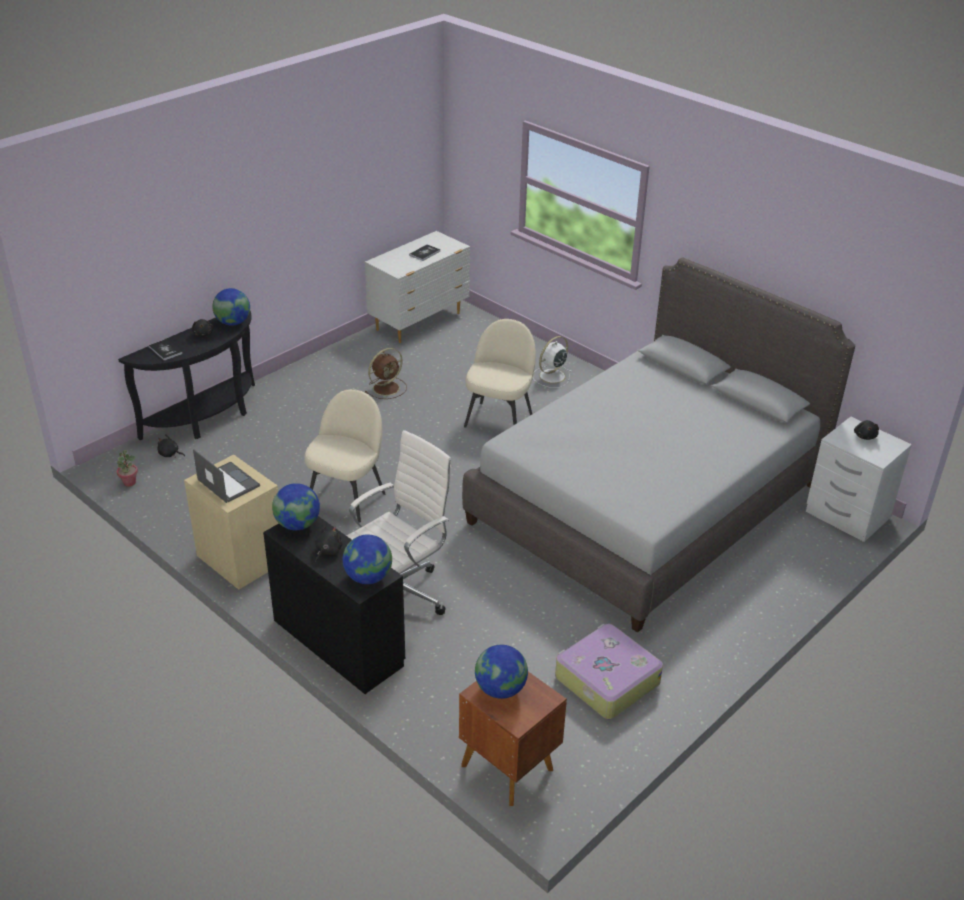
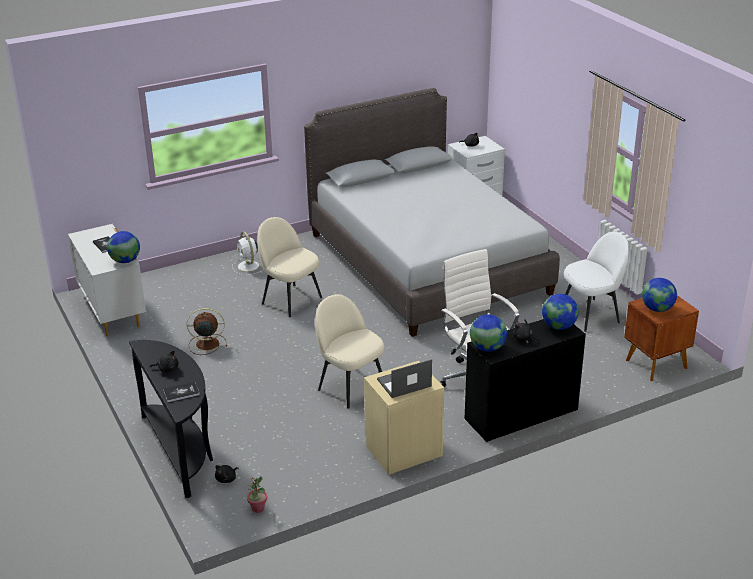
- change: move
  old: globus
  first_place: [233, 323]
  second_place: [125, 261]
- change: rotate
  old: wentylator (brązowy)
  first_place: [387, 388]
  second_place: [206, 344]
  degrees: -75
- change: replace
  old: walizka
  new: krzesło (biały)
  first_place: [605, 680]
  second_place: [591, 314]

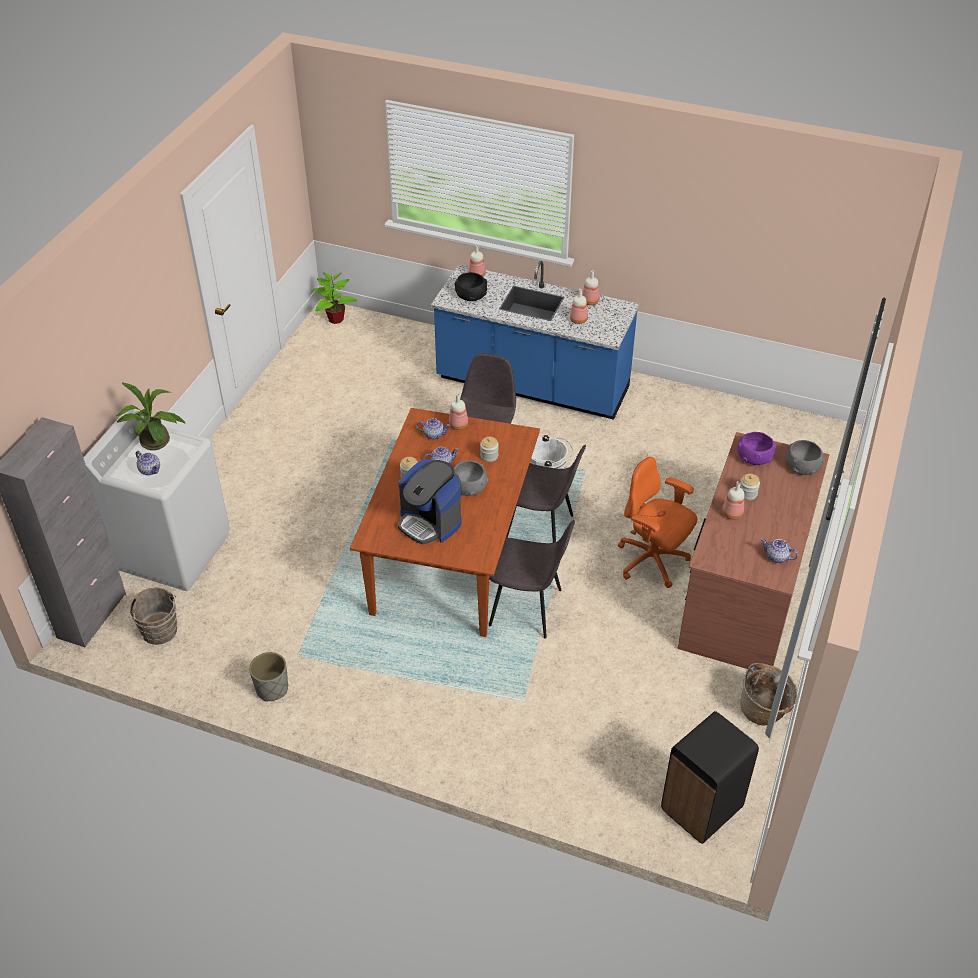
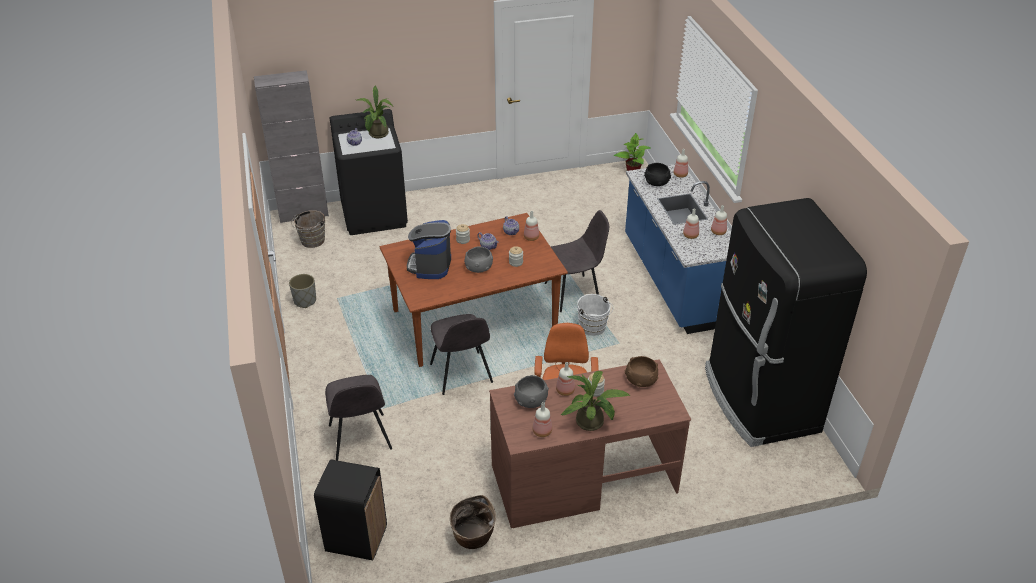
- change: recolor
  old: pralka (biały)
  new: pralka (czarny)
  first_place: [172, 550]
  second_place: [374, 214]
- change: move
  old: krzesło (szary)
  first_place: [540, 531]
  second_place: [360, 439]
- change: recolor
  old: miska (fioletowy)
  new: miska (brązowy)
  first_place: [754, 457]
  second_place: [640, 379]
- change: replace
  old: imbryk
  new: butelka
  first_place: [777, 557]
  second_place: [541, 432]
- change: move
  old: miska (szary)
  first_place: [803, 466]
  second_place: [531, 399]
- change: insert
  new: roślina doniczkowa
  second_place: [593, 423]
- change: insert
  new: lodówka (czarny)
  second_place: [759, 400]

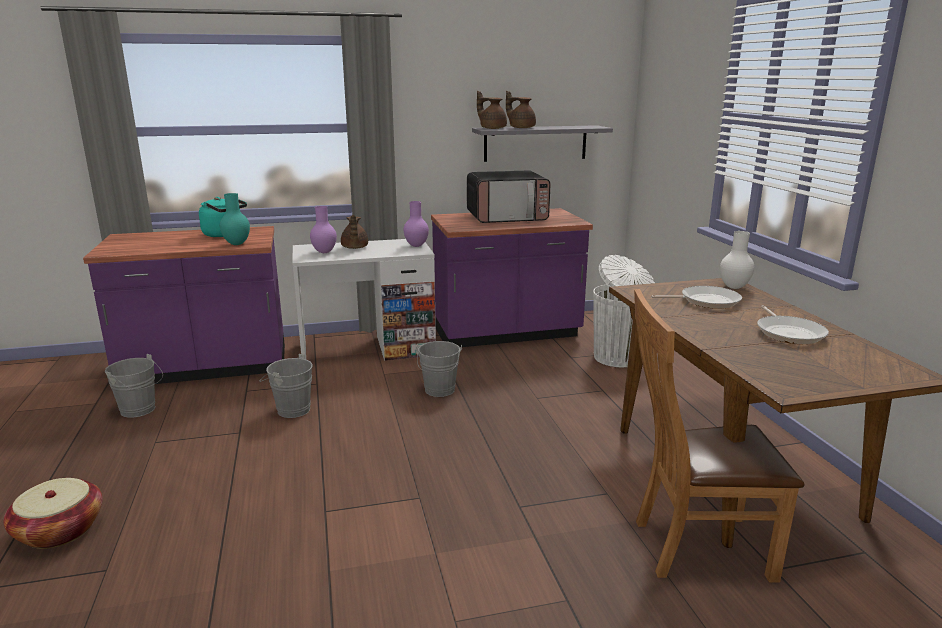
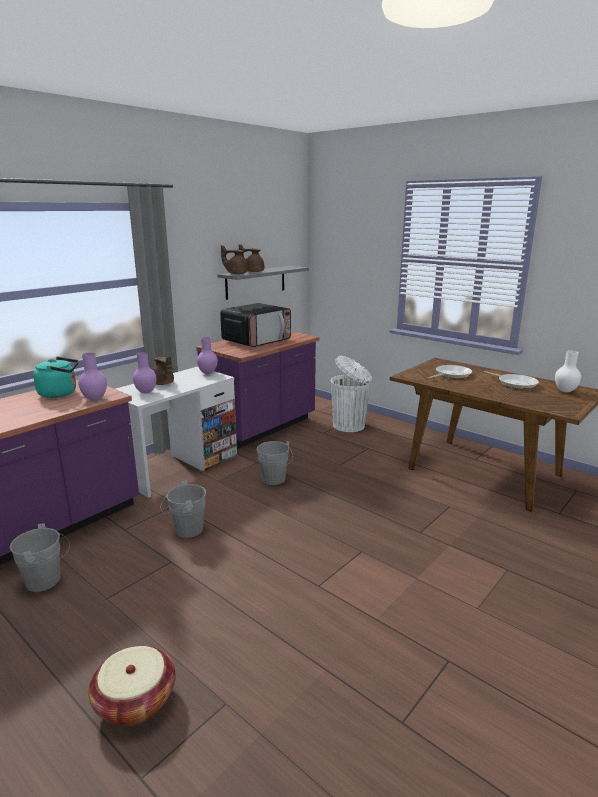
- change: recolor
  old: wazon (turkusowy)
  new: wazon (fioletowy)
  first_place: [237, 244]
  second_place: [95, 399]
- change: delete
  old: krzesło (brązowy)
  first_place: [693, 547]
- change: move
  old: wazon (biały)
  first_place: [735, 287]
  second_place: [565, 391]

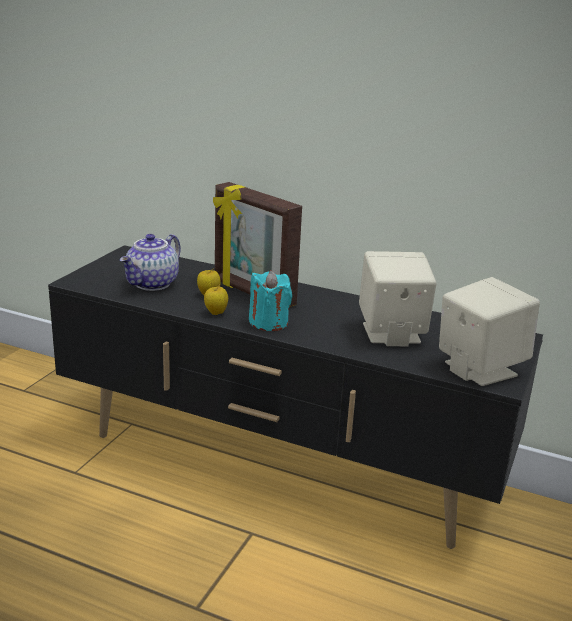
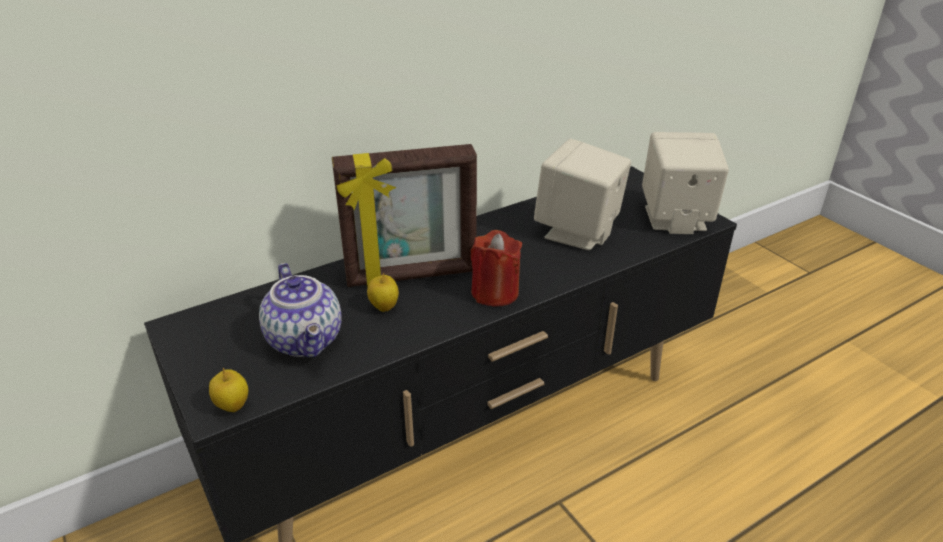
- change: move
  old: jabłko
  first_place: [216, 313]
  second_place: [232, 407]
- change: recolor
  old: świeca (turkusowy)
  new: świeca (czerwony)
  first_place: [268, 322]
  second_place: [495, 293]

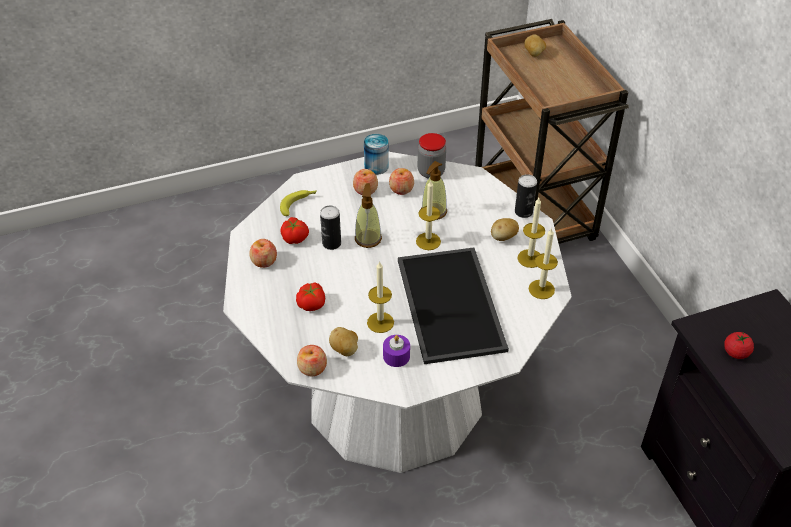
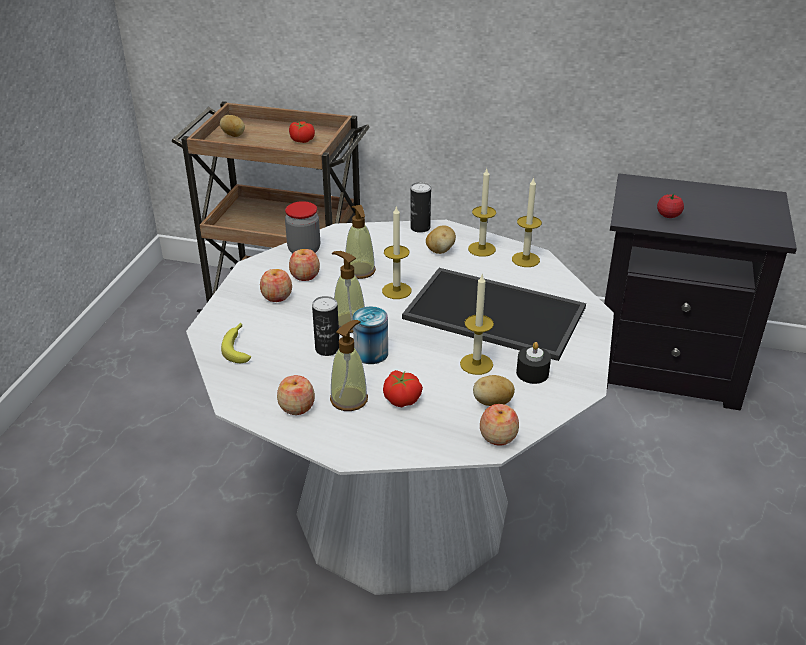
- change: move
  old: pomidor
  first_place: [295, 237]
  second_place: [302, 140]
- change: move
  old: puszka
  first_place: [376, 166]
  second_place: [371, 353]
- change: recolor
  old: świeca (fioletowy)
  new: świeca (czarny)
  first_place: [396, 356]
  second_place: [532, 373]
- change: insert
  new: dozownik mydła
  second_place: [349, 399]

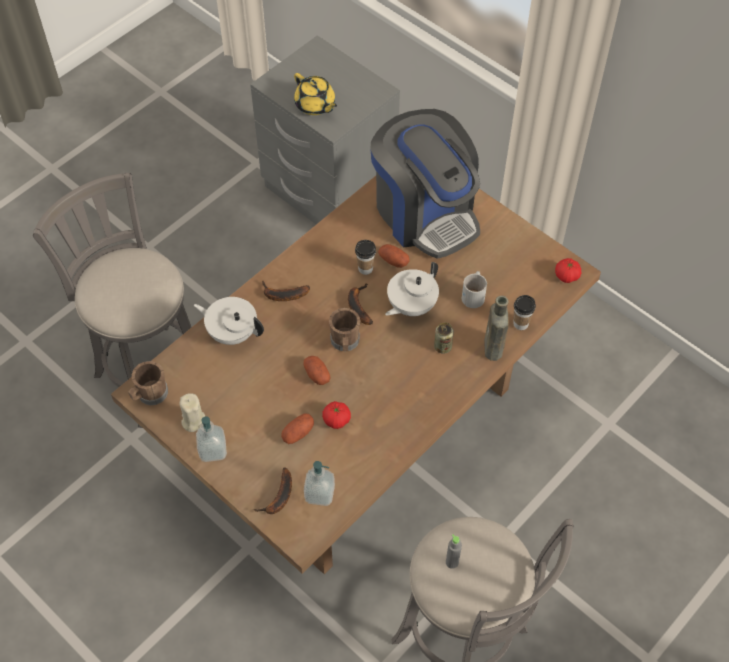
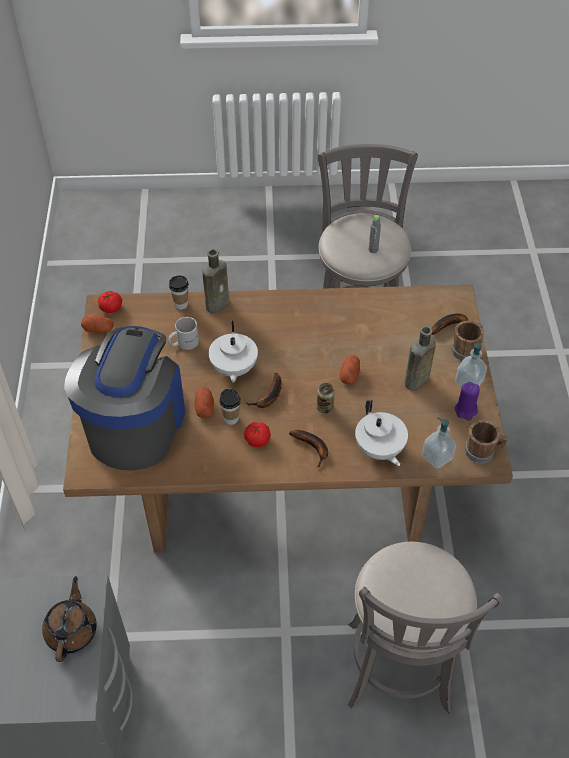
- change: recolor
  old: świeca (beżowy)
  new: świeca (fioletowy)
  first_place: [193, 420]
  second_place: [465, 410]
- change: move
  old: ziemniak
  first_place: [298, 433]
  second_place: [98, 329]
- change: recolor
  old: imbryk (żółty)
  new: imbryk (brązowy)
  first_place: [315, 105]
  second_place: [72, 630]
- change: move
  old: dozownik mydła
  first_place: [319, 494]
  second_place: [437, 457]
- change: move
  old: pomidor
  first_place: [336, 420]
  second_place: [257, 440]
- change: move
  old: kubek (brązowy)
  first_place: [345, 342]
  second_place: [466, 349]
- change: rotate
  old: imbryk (biały)
  first_place: [411, 306]
  second_place: [233, 369]
  degrees: 90
- change: move
  old: puszka
  first_place: [442, 347]
  second_place: [325, 407]
- change: insert
  new: butelka (brązowy)
  second_place: [415, 382]

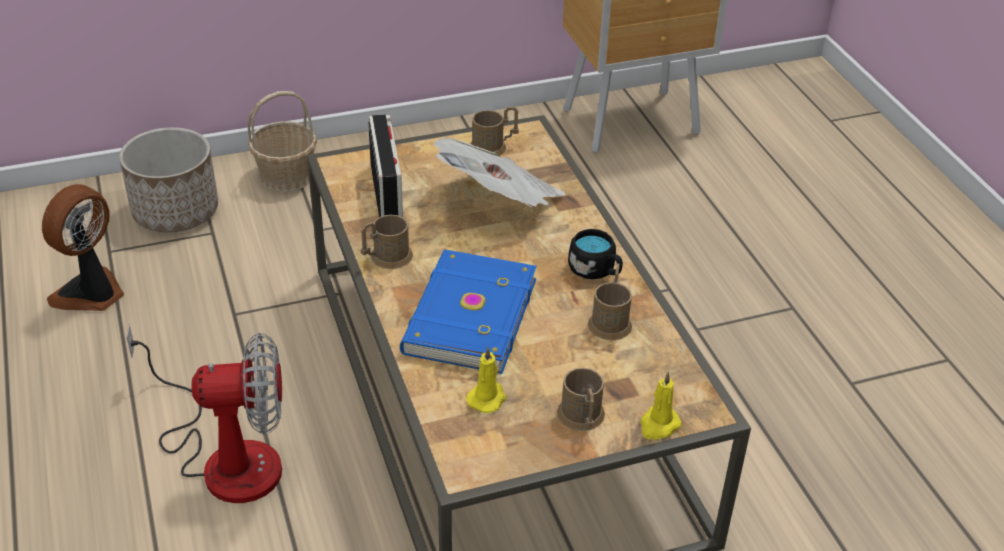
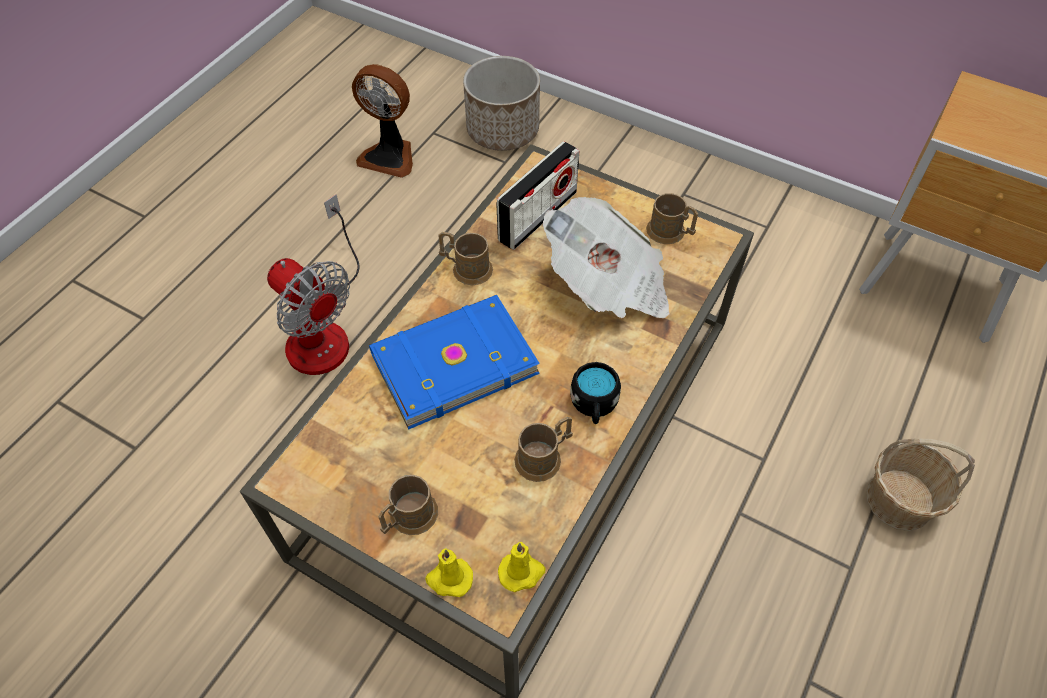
- change: rotate
  old: wentylator
  first_place: [92, 293]
  second_place: [390, 156]
  degrees: -150
- change: move
  old: koszyk
  first_place: [287, 176]
  second_place: [899, 500]
- change: move
  old: świeca (żółty)
  first_place: [487, 398]
  second_place: [522, 572]

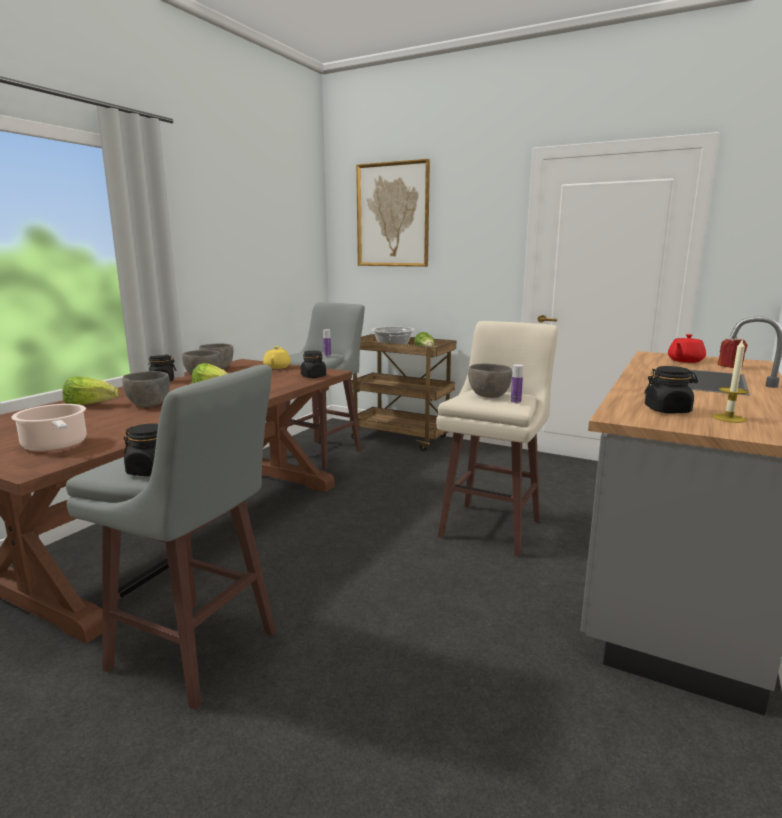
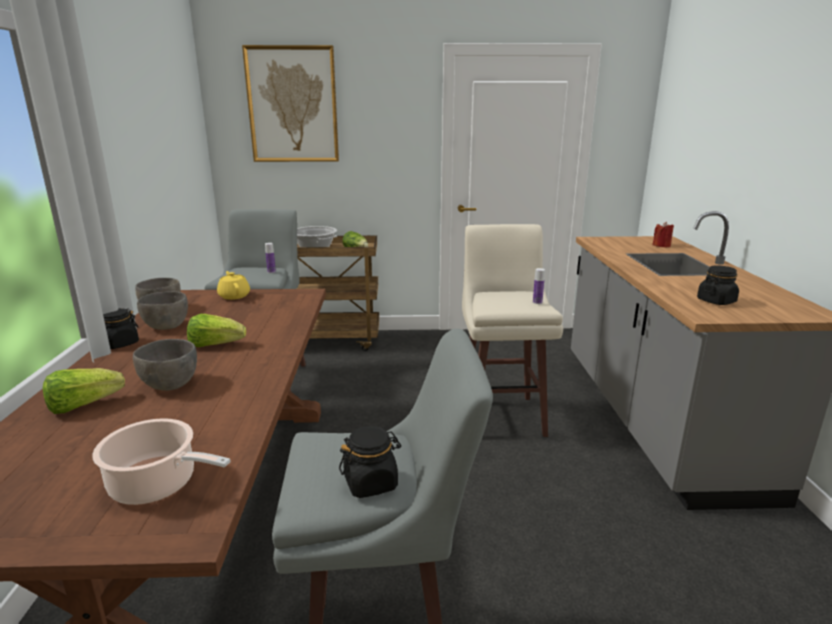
- change: delete
  old: słoik (czarny)
  first_place: [313, 376]
- change: delete
  old: miska (szary)
  first_place: [488, 396]
- change: delete
  old: imbryk (czerwony)
  first_place: [684, 361]
- change: delete
  old: świeca
  first_place: [729, 418]

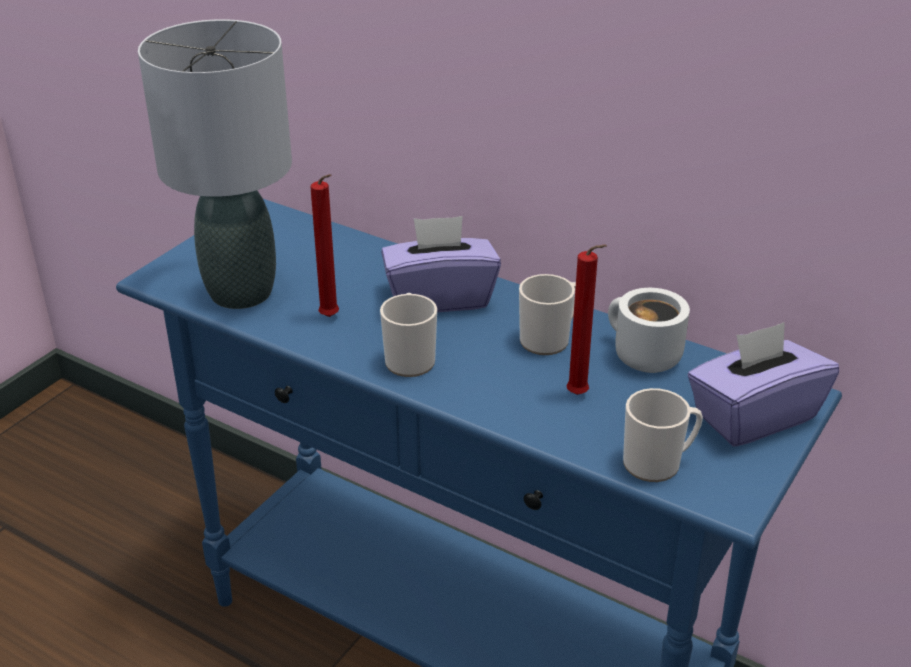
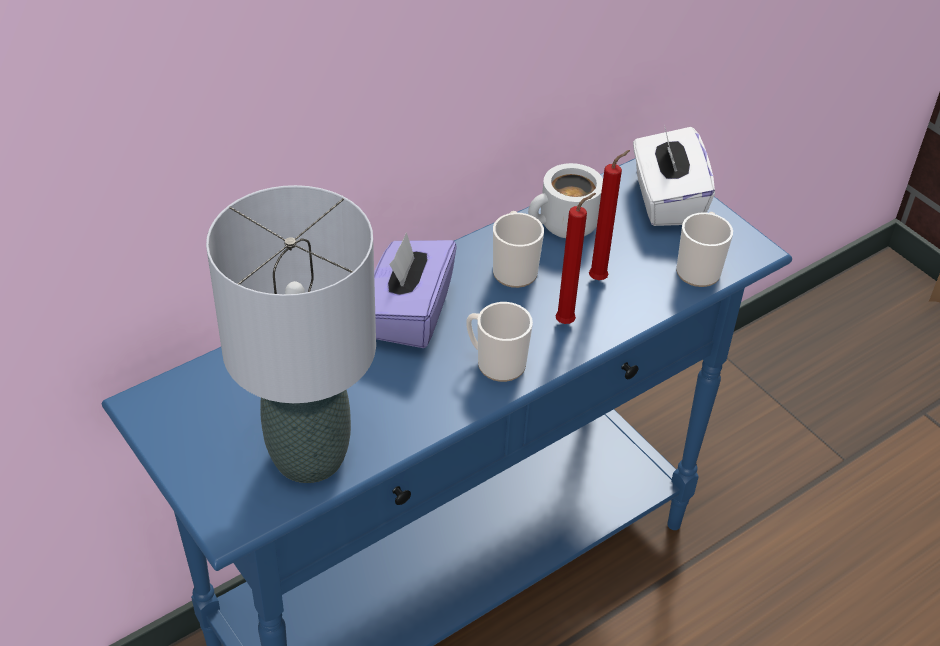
- change: move
  old: świeca (czerwony)
  first_place: [331, 318]
  second_place: [568, 322]
- change: recolor
  old: pudełko chusteczek (fioletowy)
  new: pudełko chusteczek (biały)
  first_place: [753, 416]
  second_place: [666, 200]

